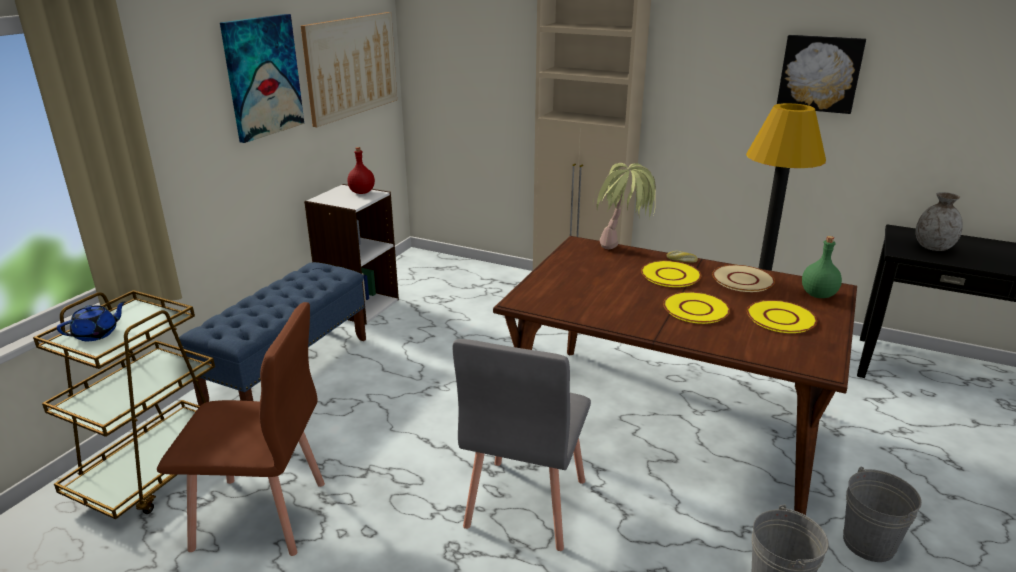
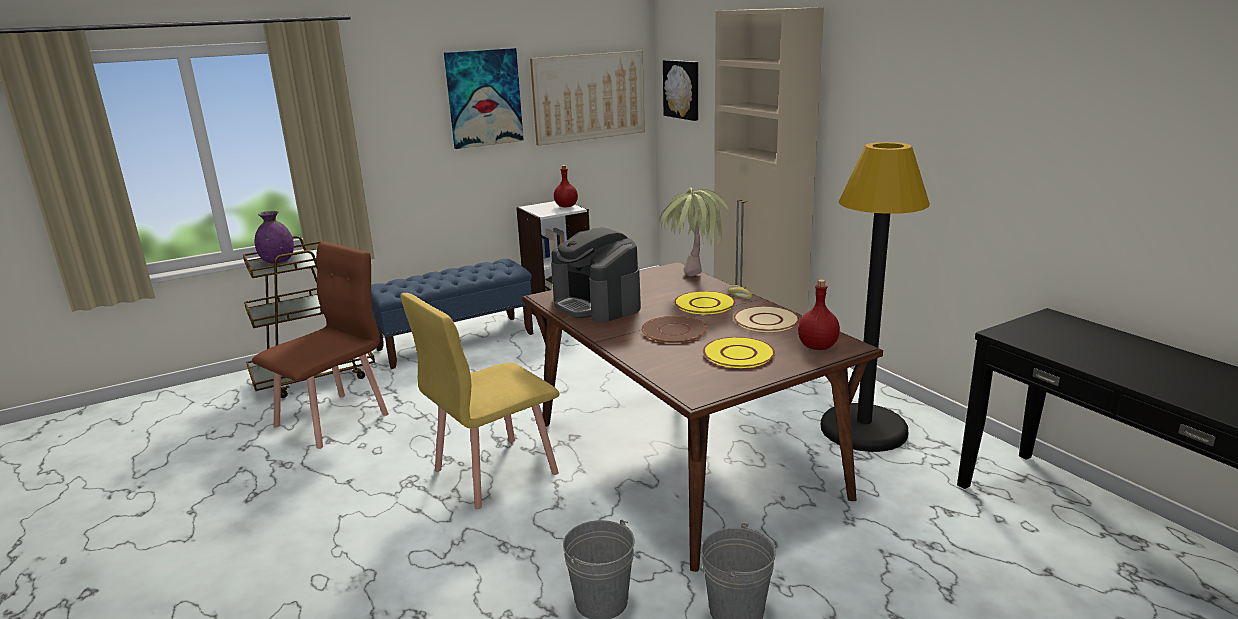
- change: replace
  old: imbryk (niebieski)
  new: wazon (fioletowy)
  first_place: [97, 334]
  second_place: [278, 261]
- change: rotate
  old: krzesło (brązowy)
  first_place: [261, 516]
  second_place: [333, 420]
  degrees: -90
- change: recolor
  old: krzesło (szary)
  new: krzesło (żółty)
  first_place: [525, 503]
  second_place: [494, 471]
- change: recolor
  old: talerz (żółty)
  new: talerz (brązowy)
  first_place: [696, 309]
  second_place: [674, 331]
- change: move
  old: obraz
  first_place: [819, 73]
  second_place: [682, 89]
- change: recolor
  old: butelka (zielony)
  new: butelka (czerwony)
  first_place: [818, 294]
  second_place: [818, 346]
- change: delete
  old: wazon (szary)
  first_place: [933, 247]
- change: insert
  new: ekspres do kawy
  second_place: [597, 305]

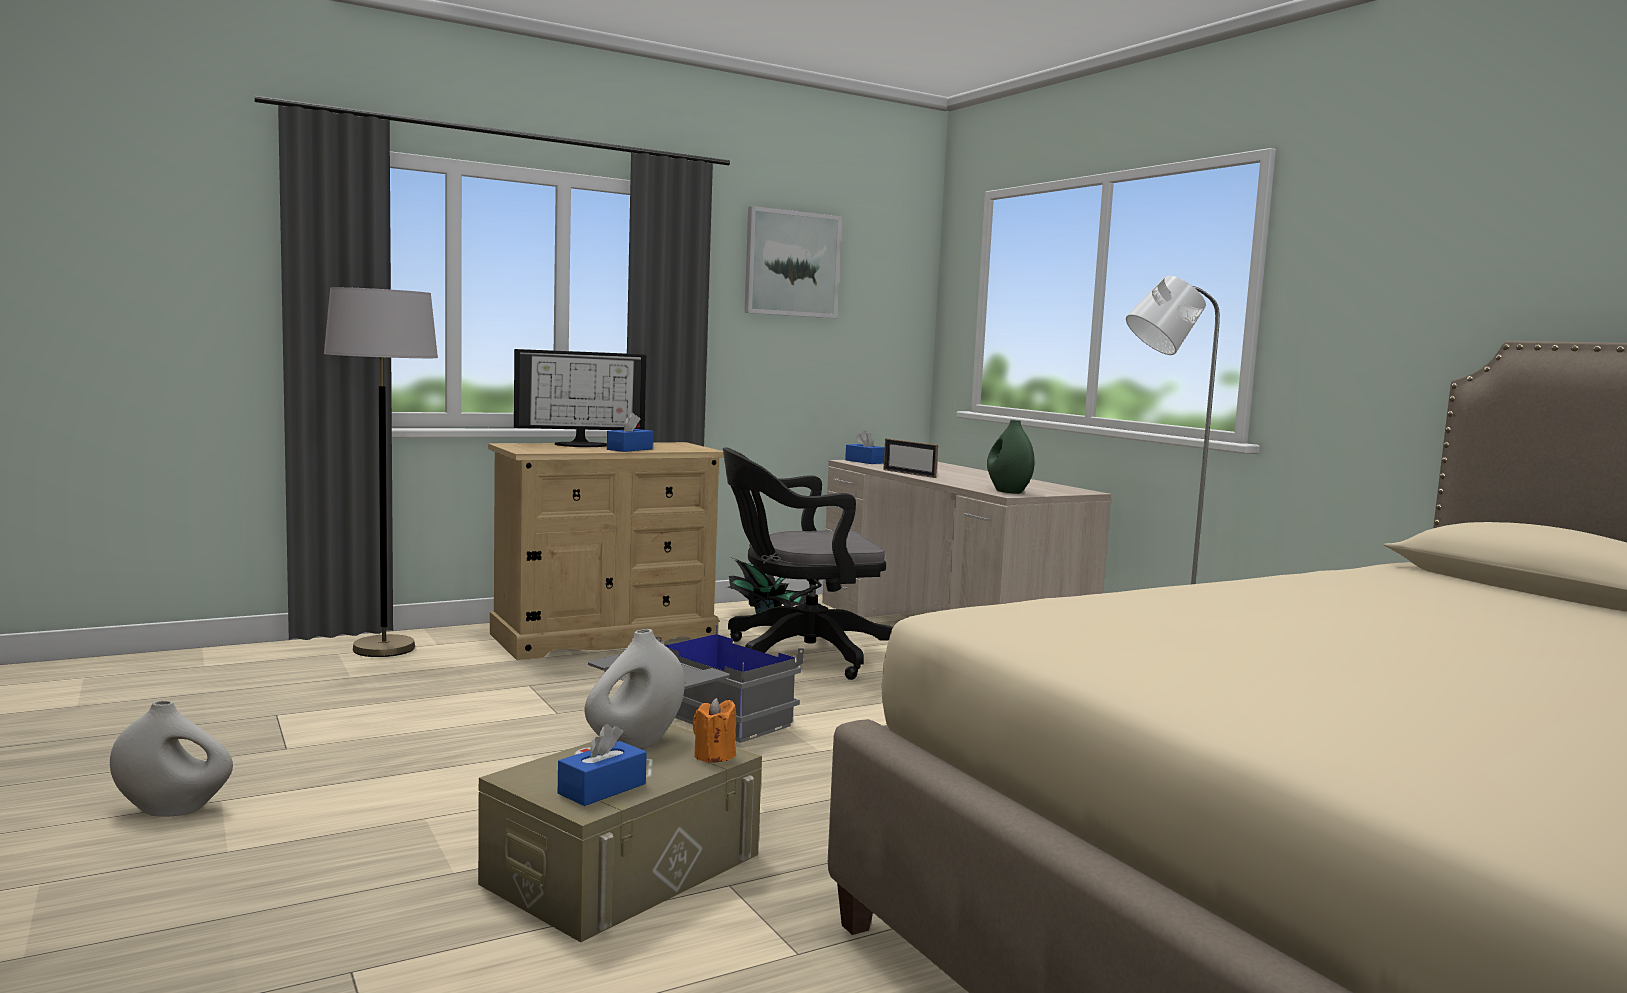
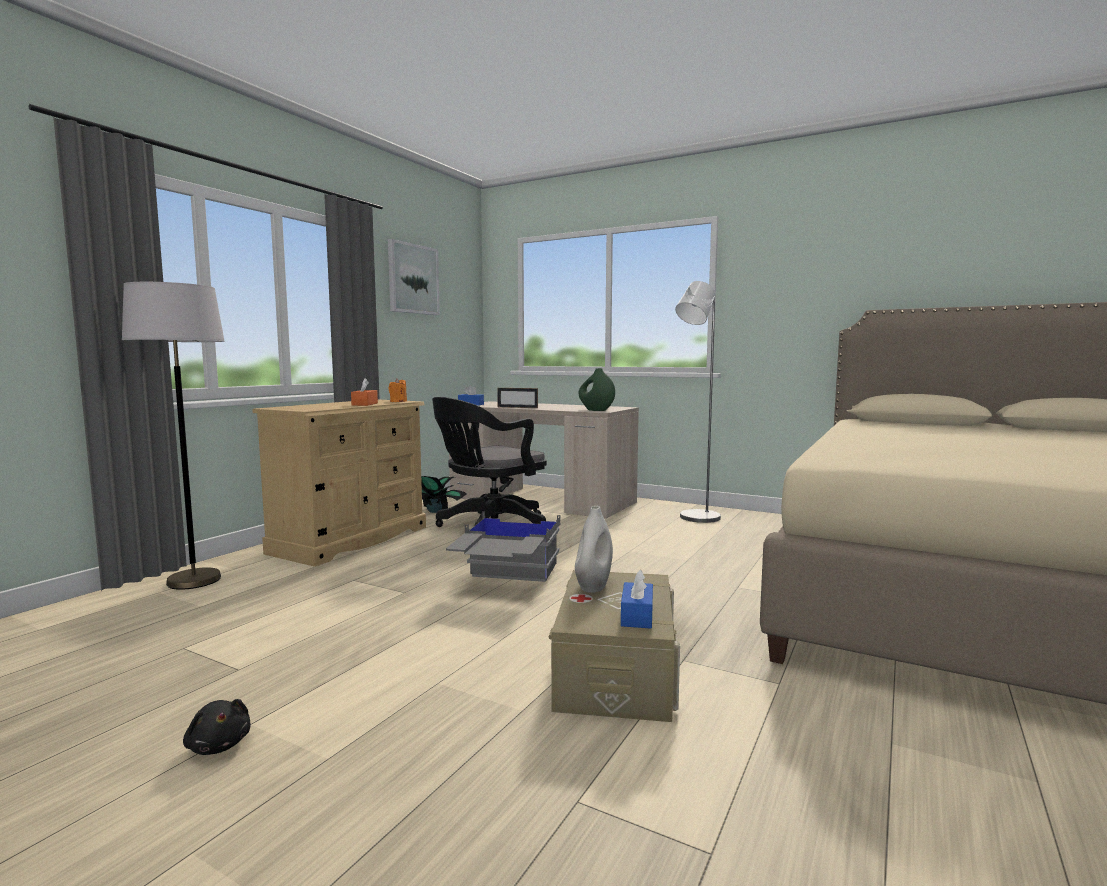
- change: replace
  old: wazon (biały)
  new: pluszak (czarny)
  first_place: [173, 810]
  second_place: [219, 745]
- change: delete
  old: monitor
  first_place: [582, 444]
- change: recolor
  old: pudełko chusteczek (niebieski)
  new: pudełko chusteczek (pomarańczowy)
  first_place: [629, 449]
  second_place: [364, 404]
- change: move
  old: świeca (pomarańczowy)
  first_place: [714, 756]
  second_place: [398, 401]

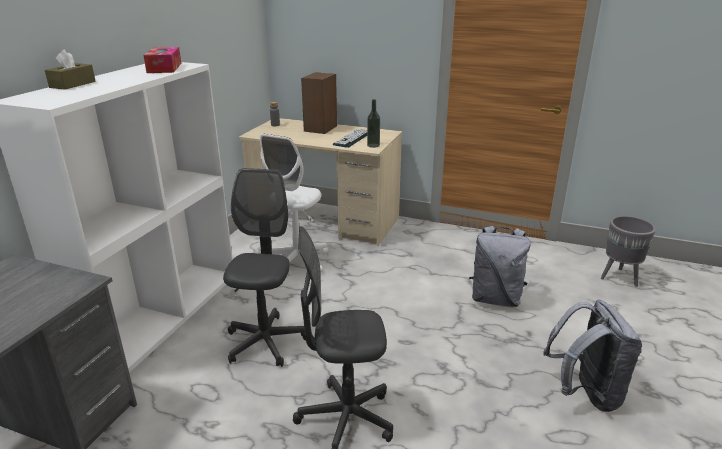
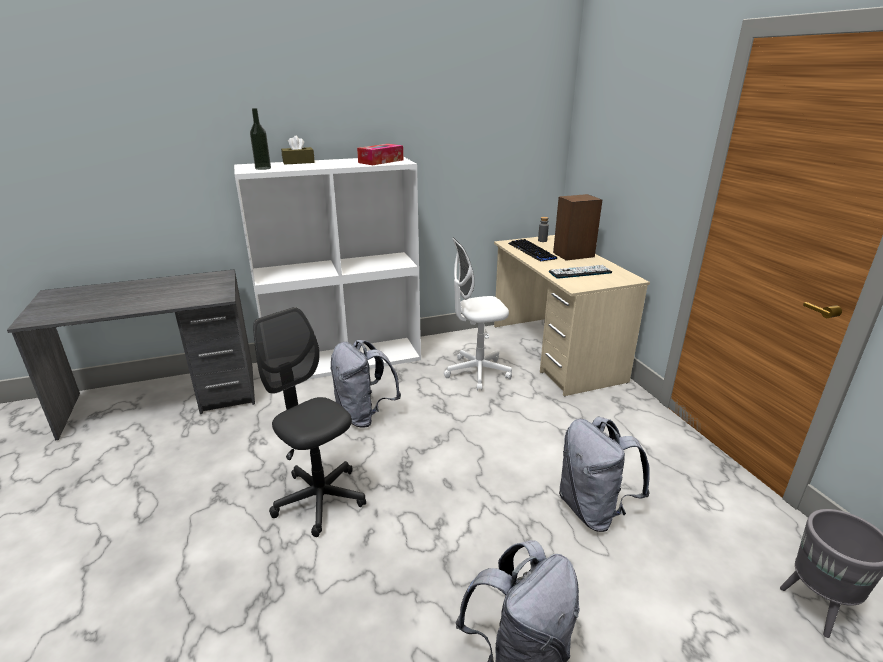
- change: replace
  old: krzesło biurowe (szary)
  new: plecak (szary)
  first_place: [265, 342]
  second_place: [364, 415]
- change: move
  old: butelka
  first_place: [373, 145]
  second_place: [263, 168]
- change: insert
  new: klawiatura
  second_place: [531, 251]

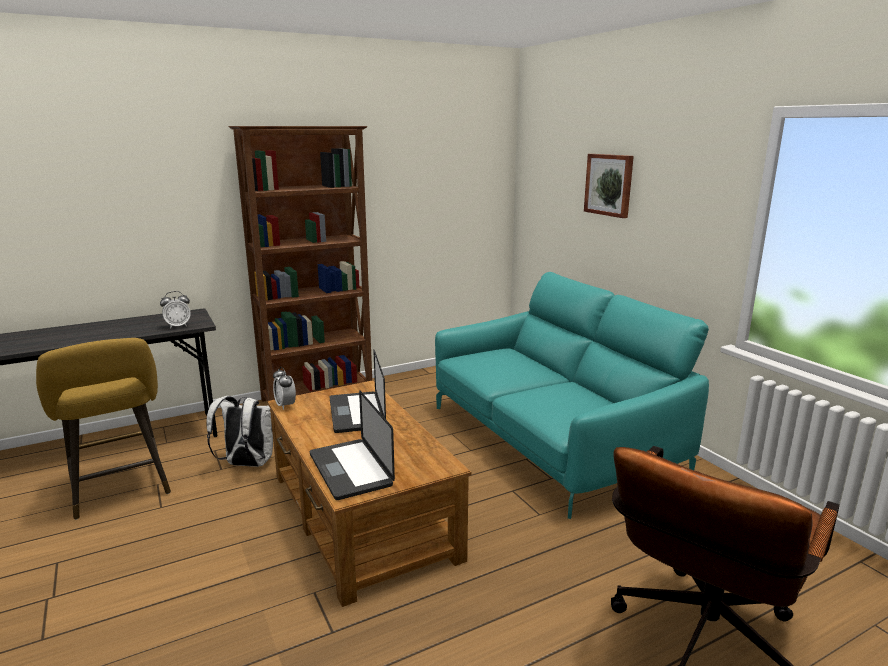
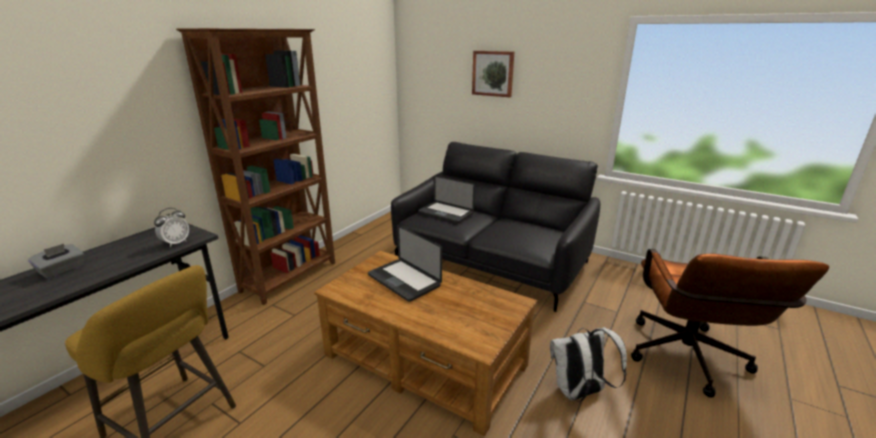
- change: move
  old: plecak (biały)
  first_place: [247, 464]
  second_place: [579, 393]
- change: delete
  old: budzik
  first_place: [285, 405]
- change: move
  old: laptop
  first_place: [350, 470]
  second_place: [445, 213]
- change: recolor
  old: kanapa (turkusowy)
  new: kanapa (czarny)
  first_place: [551, 439]
  second_place: [491, 261]
- change: insert
  new: pudełko chusteczek (szary)
  second_place: [62, 271]

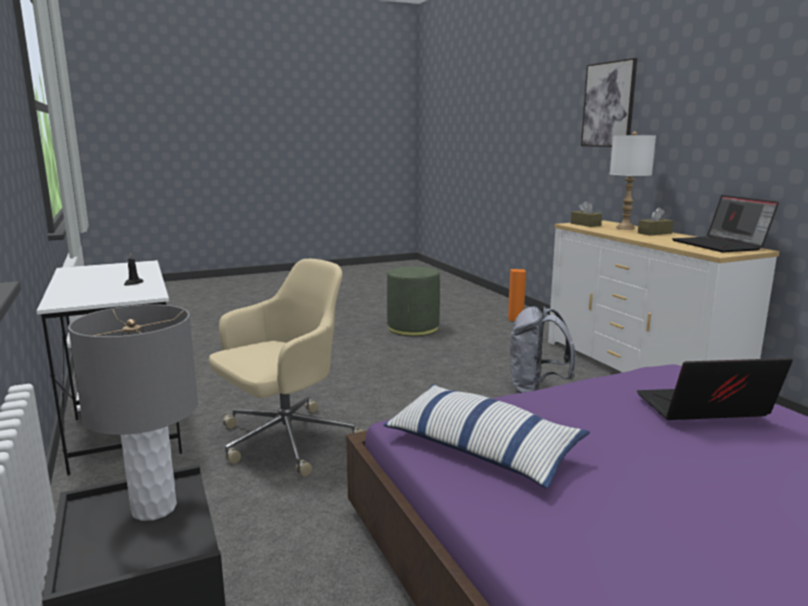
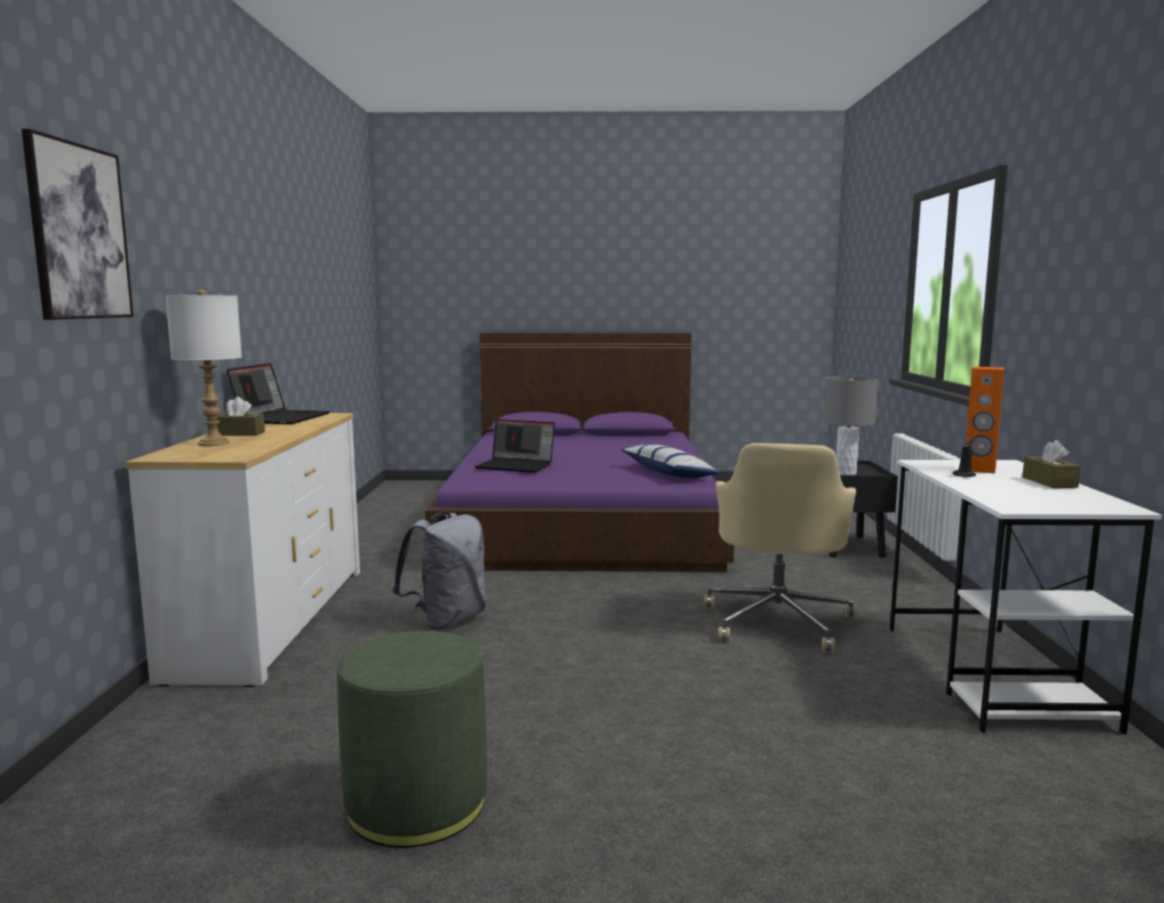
- change: rotate
  old: krzesło biurowe (beżowy)
  first_place: [284, 441]
  second_place: [778, 621]
  degrees: -60
- change: move
  old: głośnik (pomarańczowy)
  first_place: [515, 319]
  second_place: [979, 470]
- change: move
  old: pudełko chusteczek (brązowy)
  first_place: [585, 224]
  second_place: [1049, 482]

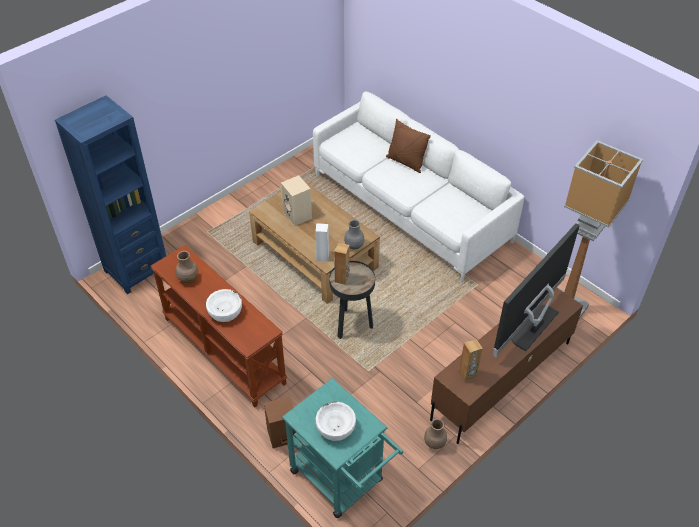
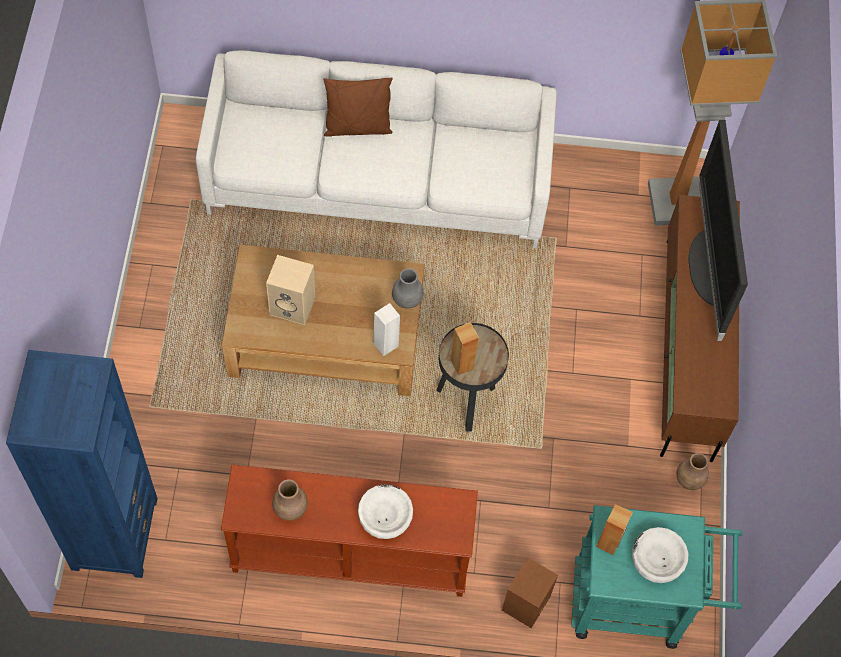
- change: move
  old: głośnik (brązowy)
  first_place: [468, 375]
  second_place: [609, 542]

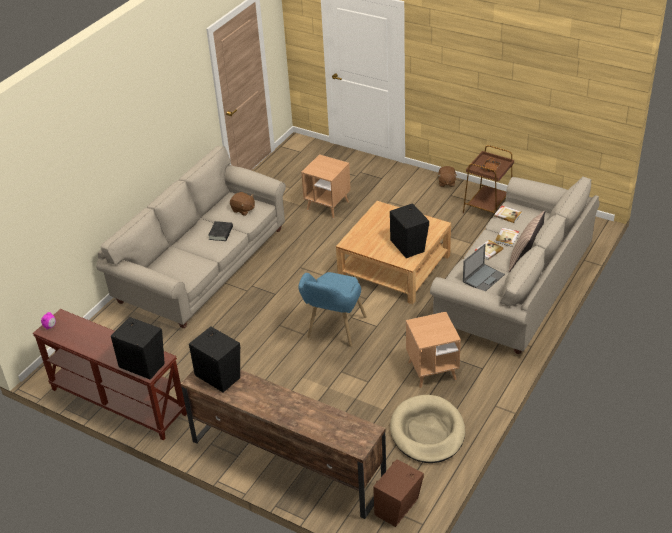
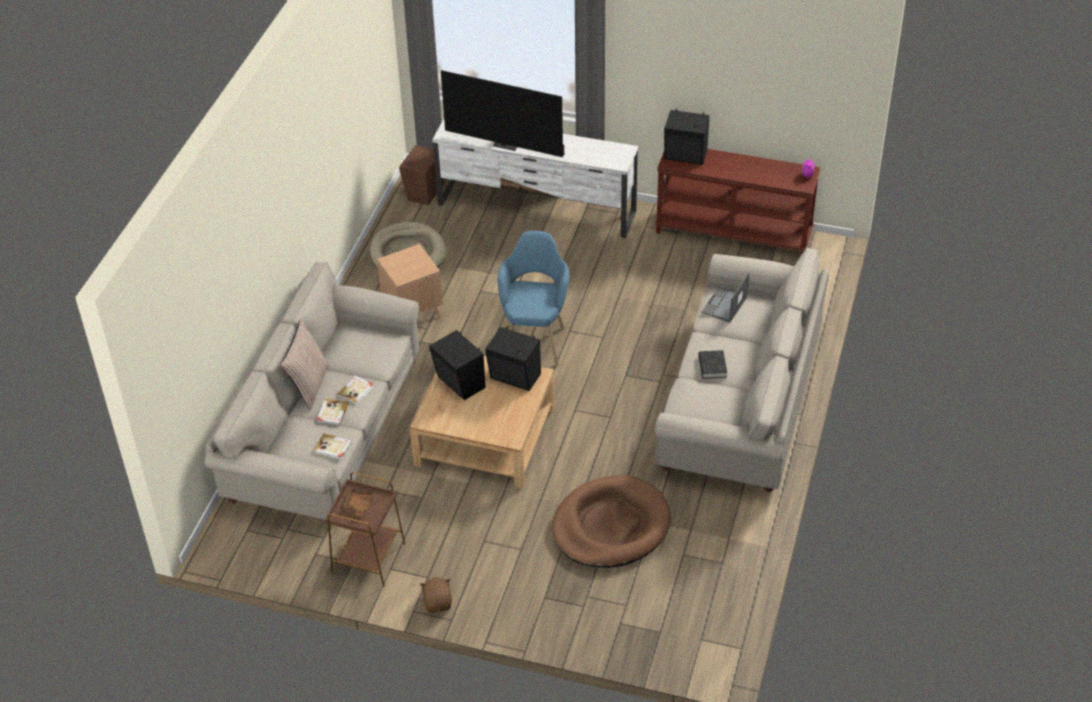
- change: recolor
  old: szafka pod telewizor (brązowy)
  new: szafka pod telewizor (biały)
  first_place: [286, 463]
  second_place: [537, 208]
- change: move
  old: głośnik (czarny)
  first_place: [218, 375]
  second_place: [515, 378]
- change: delete
  old: pluszak (brązowy)
  first_place: [243, 210]
- change: replace
  old: stolik (brązowy)
  new: legowisko (brązowy)
  first_place: [327, 206]
  second_place: [610, 526]
- change: move
  old: laptop
  first_place: [483, 278]
  second_place: [724, 305]
- change: insert
  new: telewizor
  second_place: [507, 144]

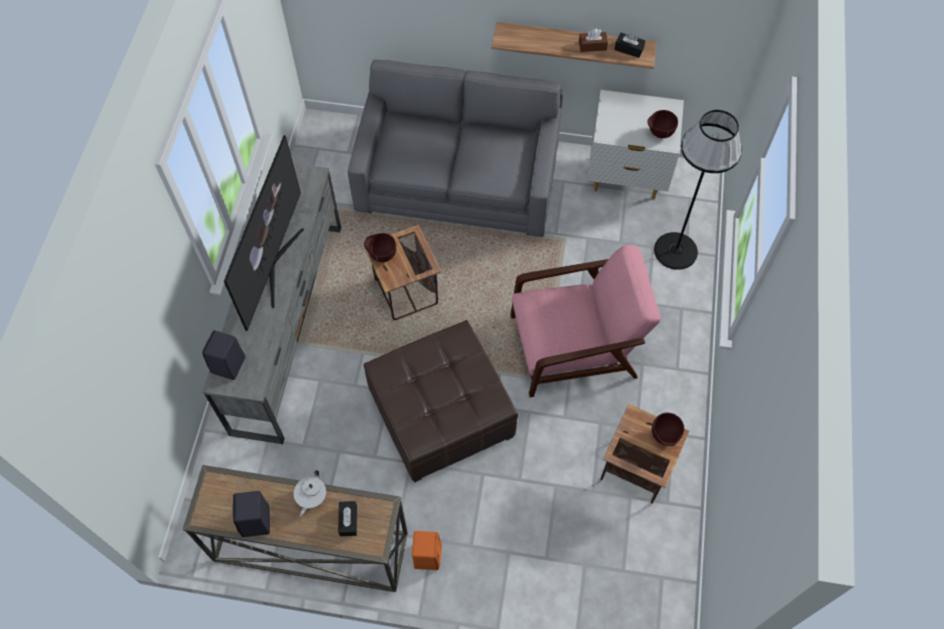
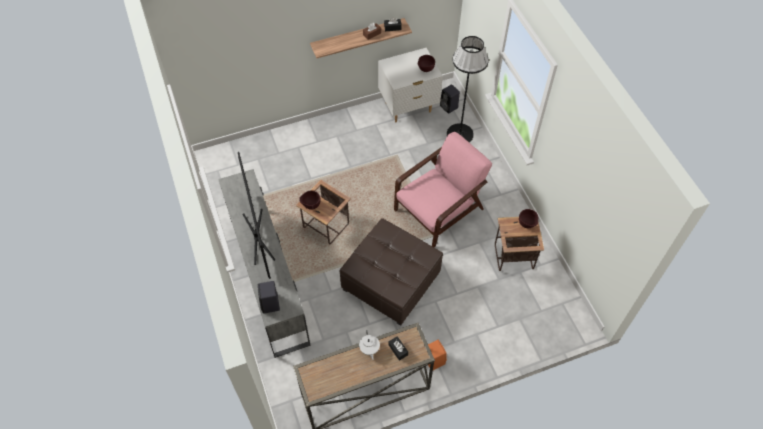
- change: move
  old: głośnik (czarny)
  first_place: [256, 522]
  second_place: [449, 107]
- change: delete
  old: kanapa (szary)
  first_place: [459, 177]

